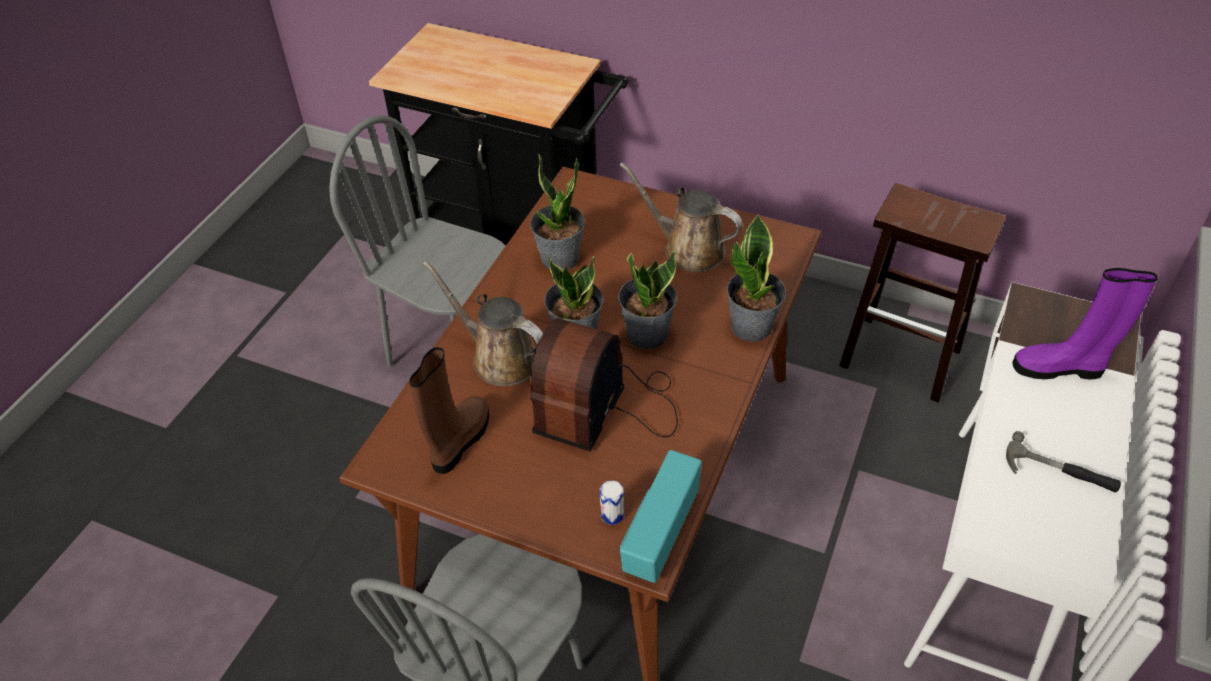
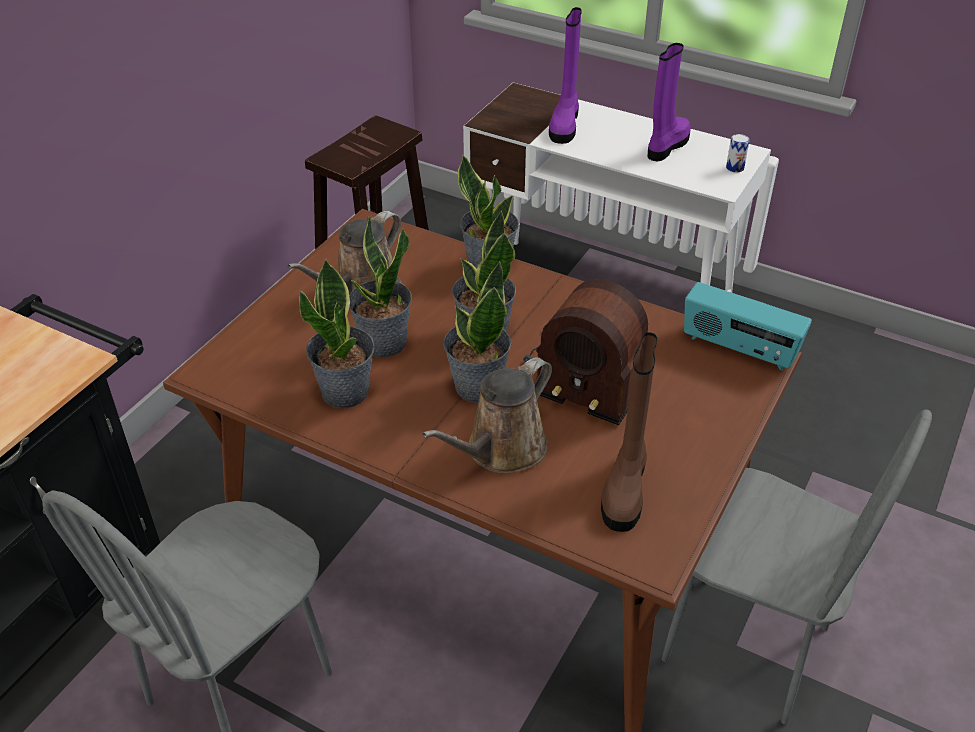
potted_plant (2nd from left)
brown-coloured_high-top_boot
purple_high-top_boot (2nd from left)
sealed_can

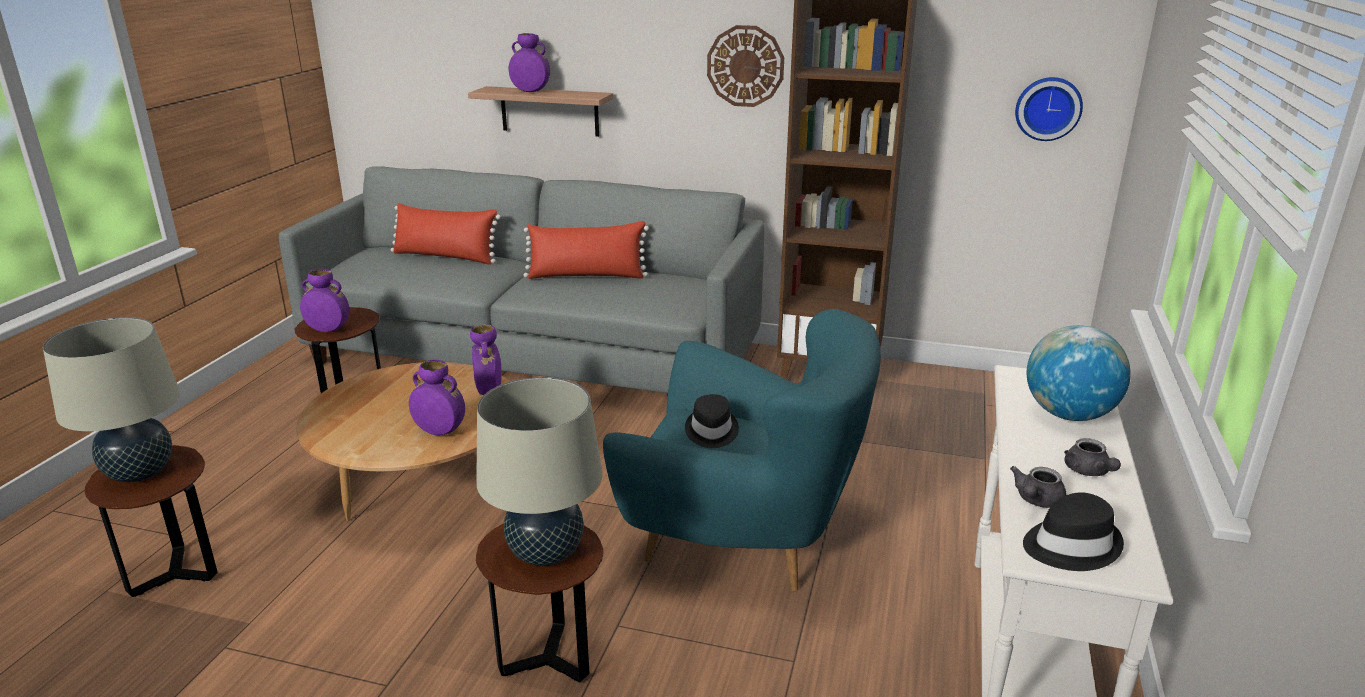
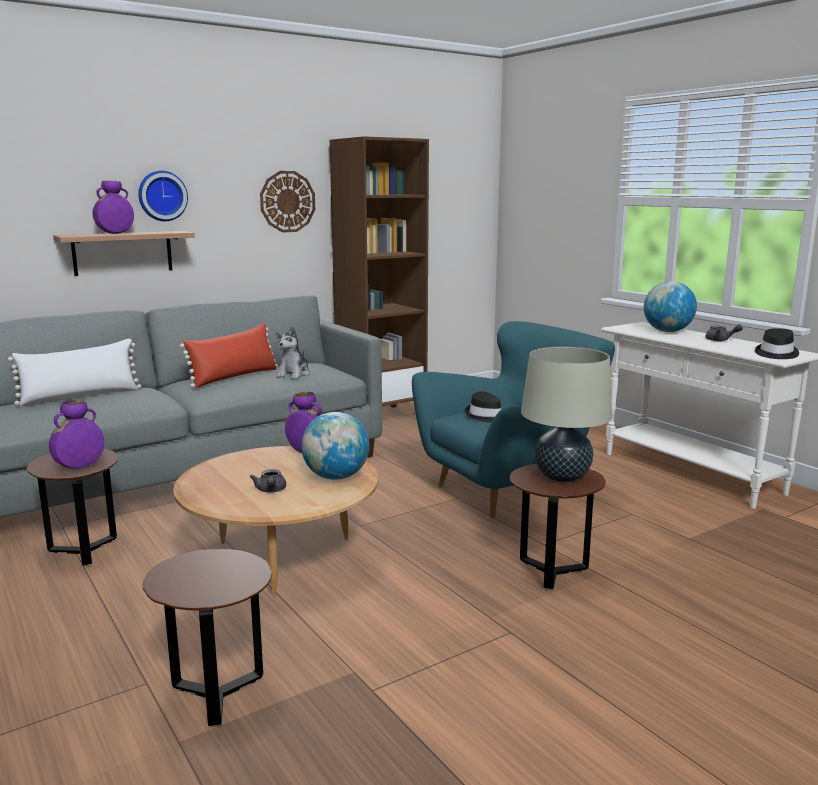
white_throw_pillow
hanging_clock (1st from left)
gray_tea_pot (1st from left)
soft_toy
globe (1st from left)
beige-coloured_tabletop_lamp (1st from left in the first image)

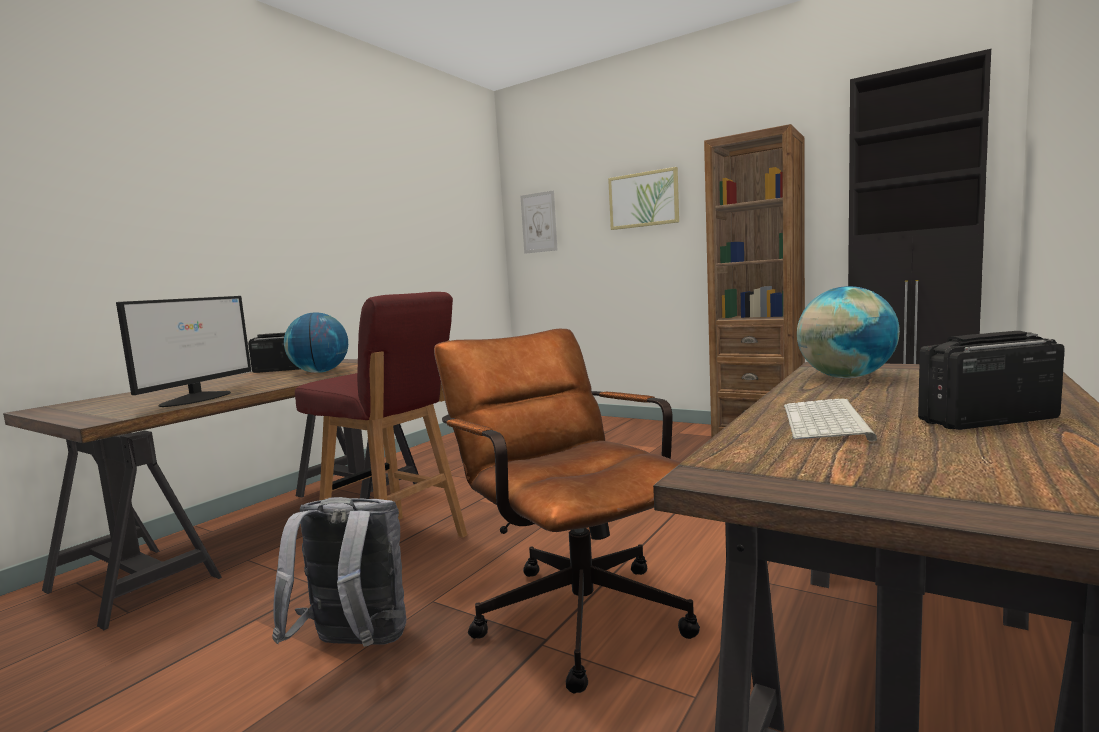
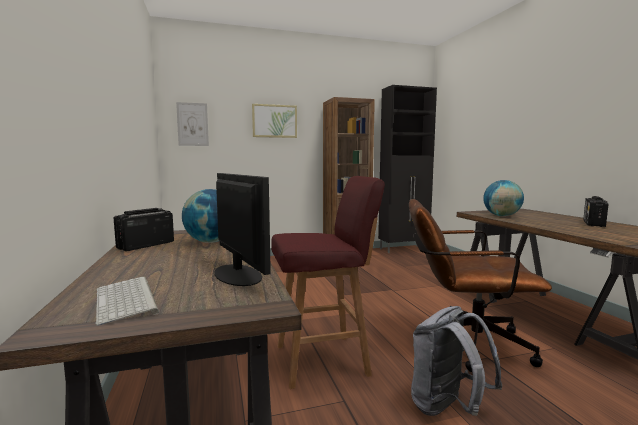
computer_keyboard

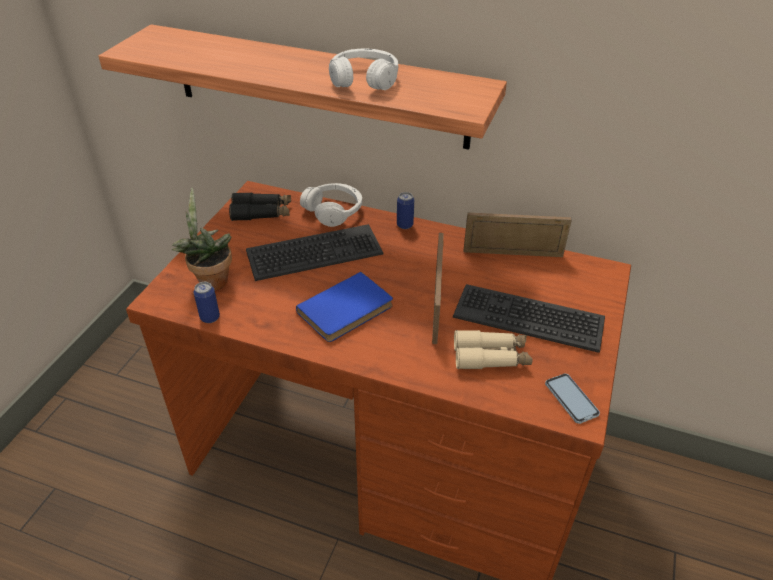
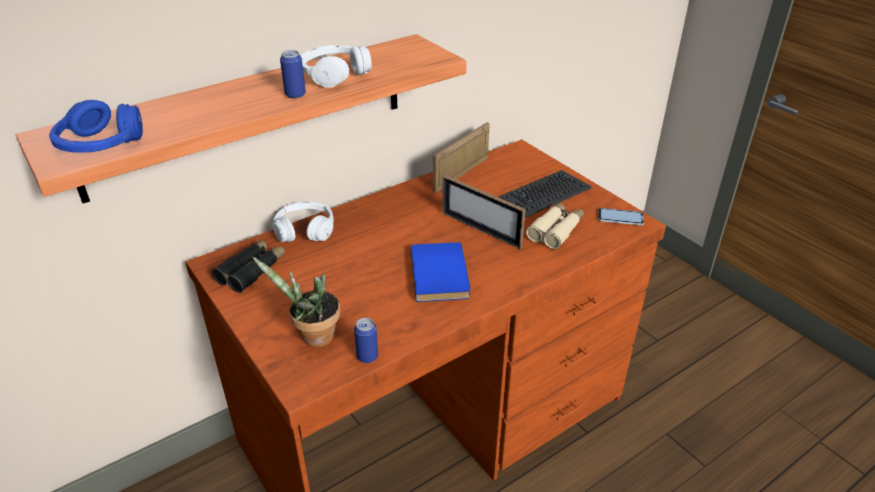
blue-coloured_headphones
sealed_can (1st from left)
computer_keyboard (1st from left in the first image)

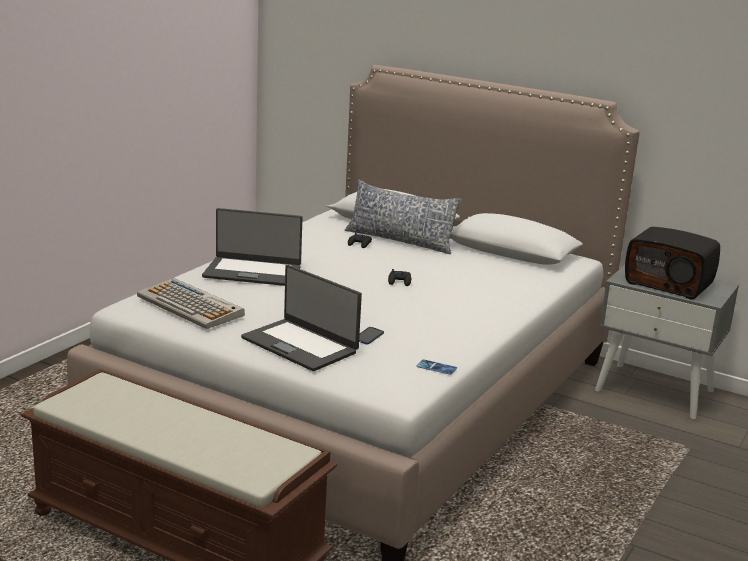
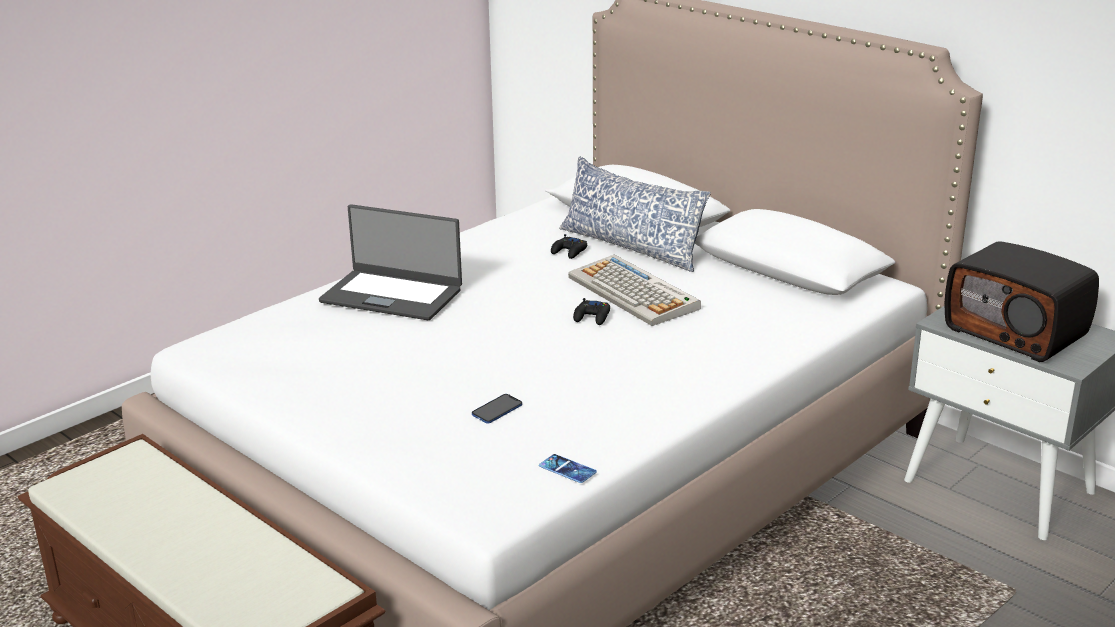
computer_keyboard
portable_computer (2nd from left in the first image)

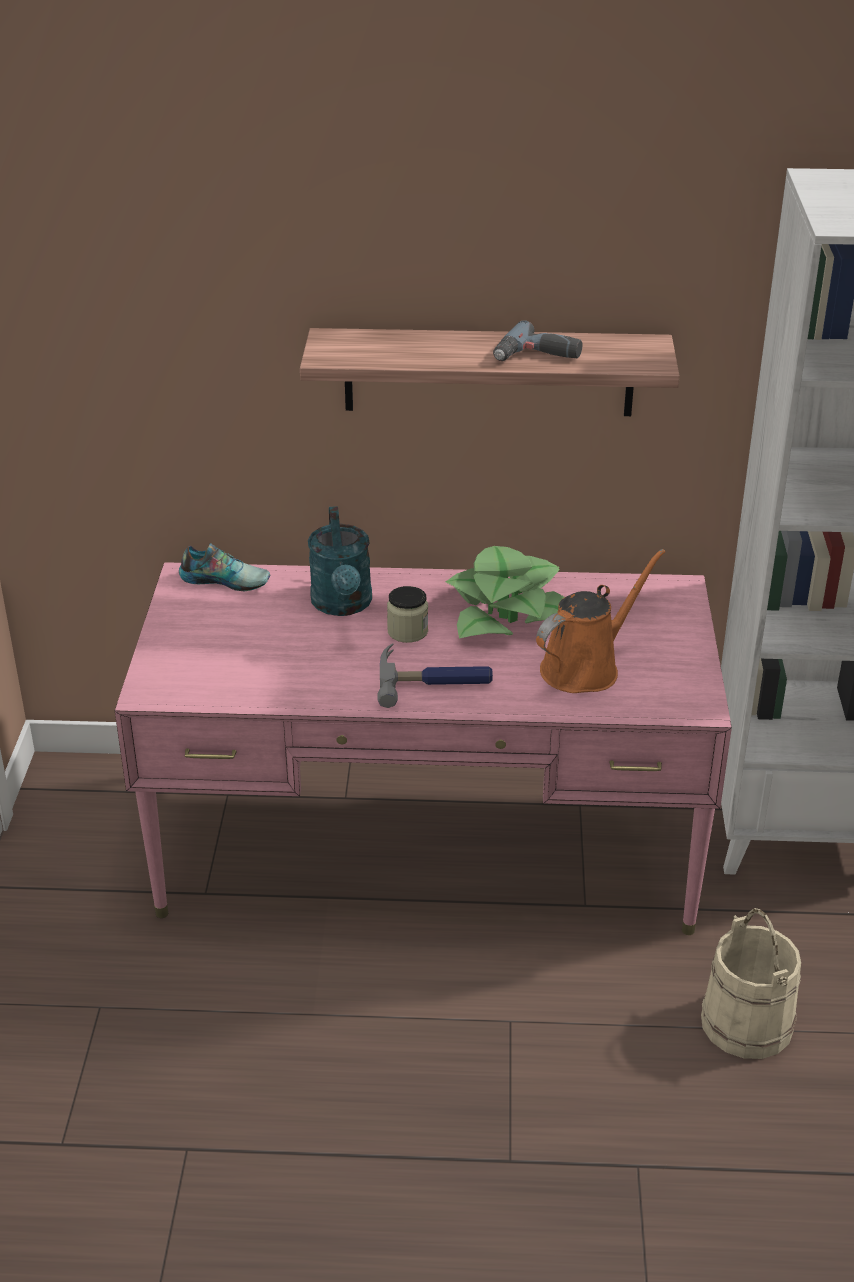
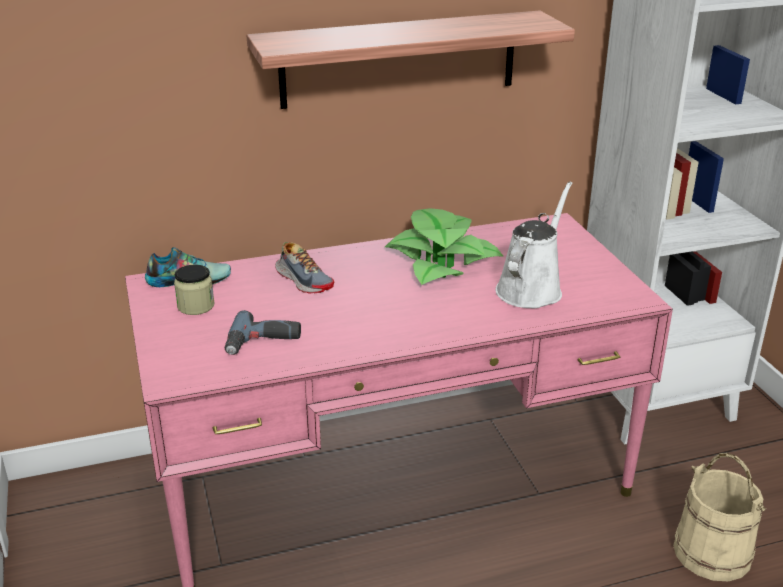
jar
drill
low_shoe (2nd from left)
white_watering_pot
tool_hammer

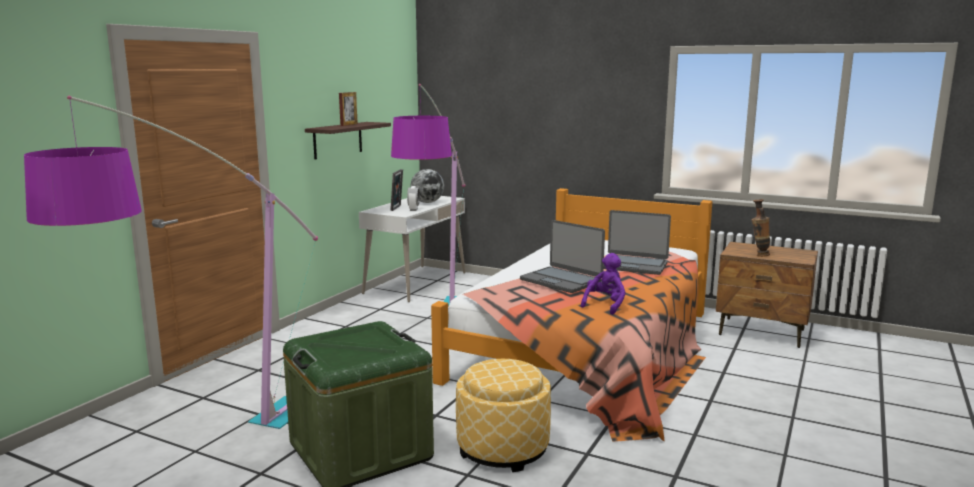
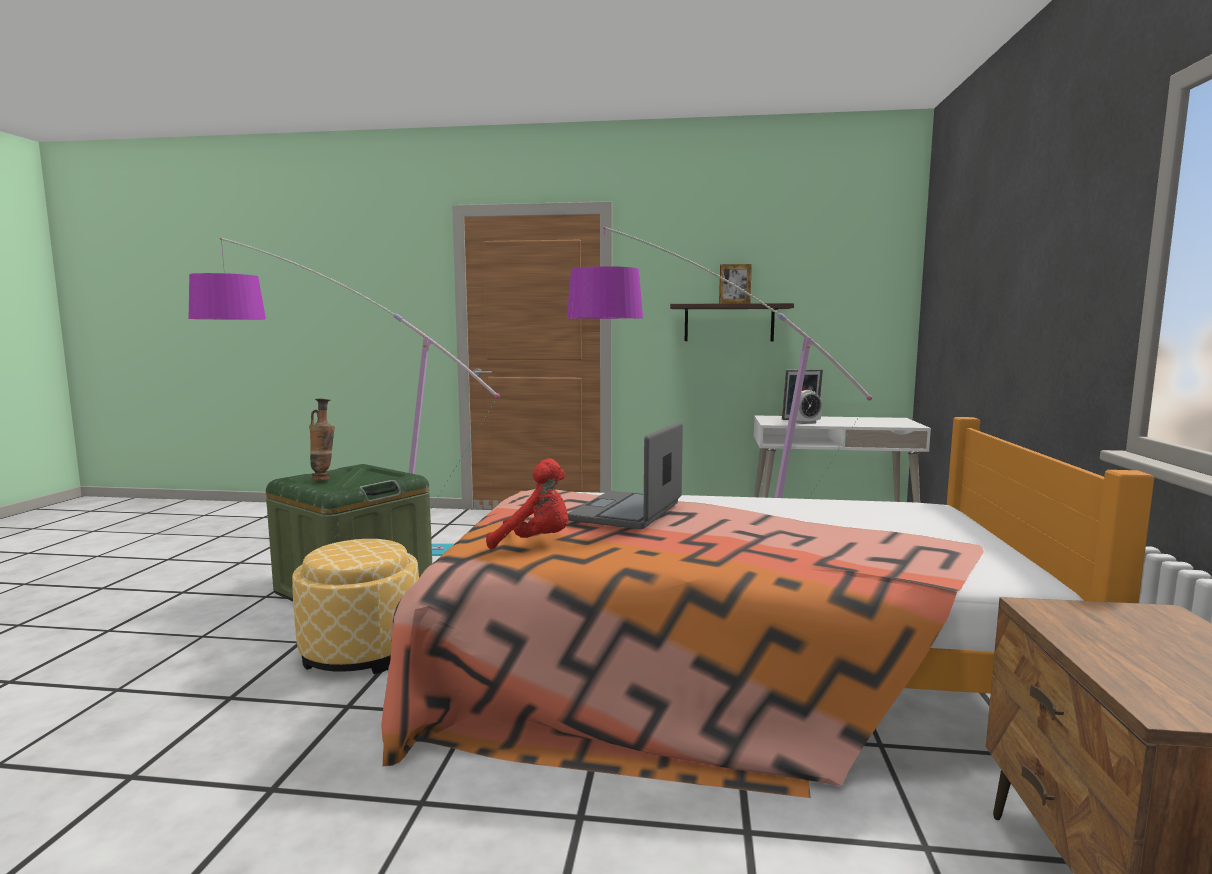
decorative_vase
reddish_soft_toy
globe
portable_computer (2nd from left in the first image)

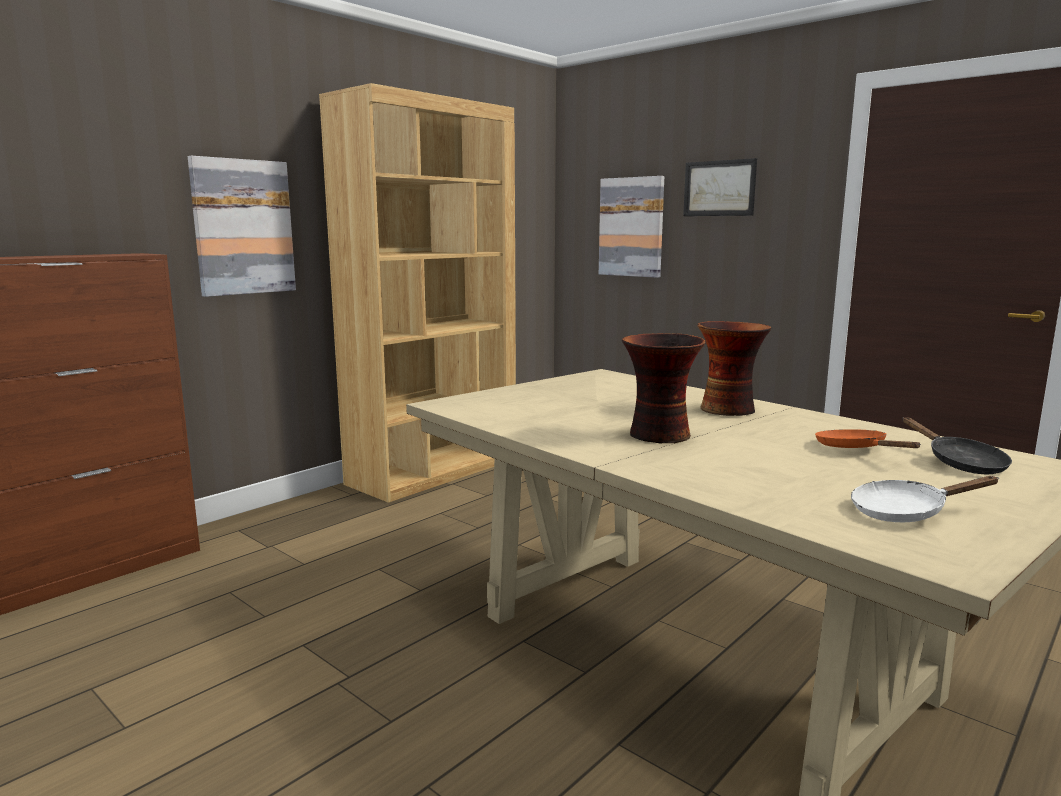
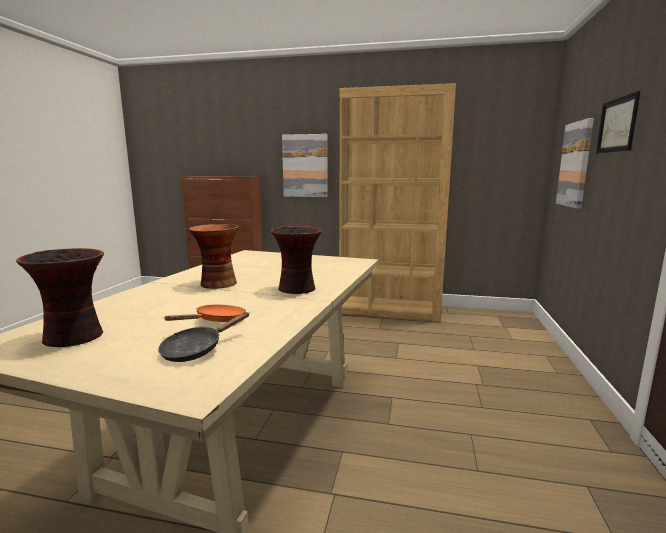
decorative_vase (1st from left)

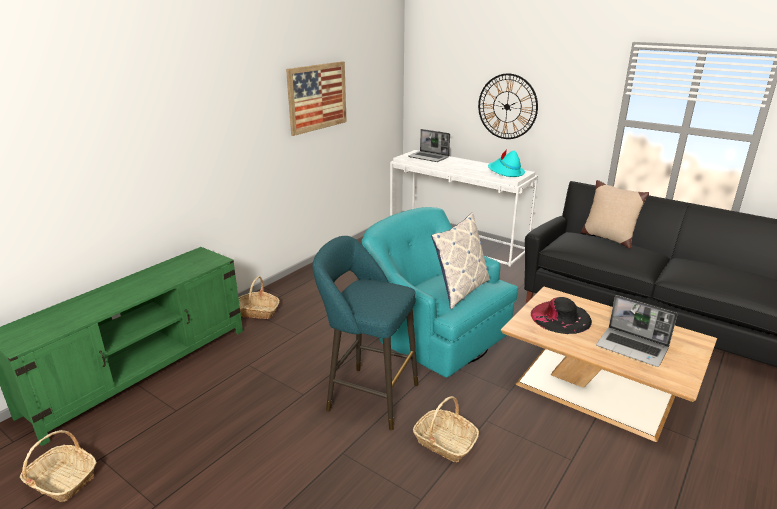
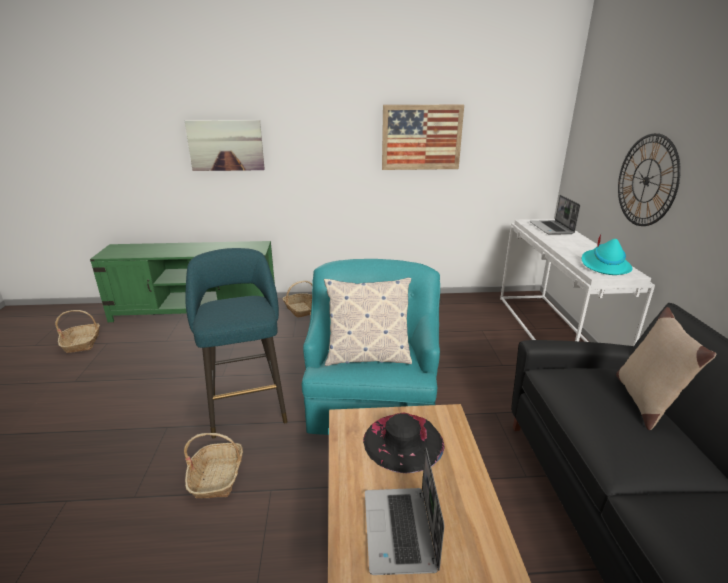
picture (1st from left)

